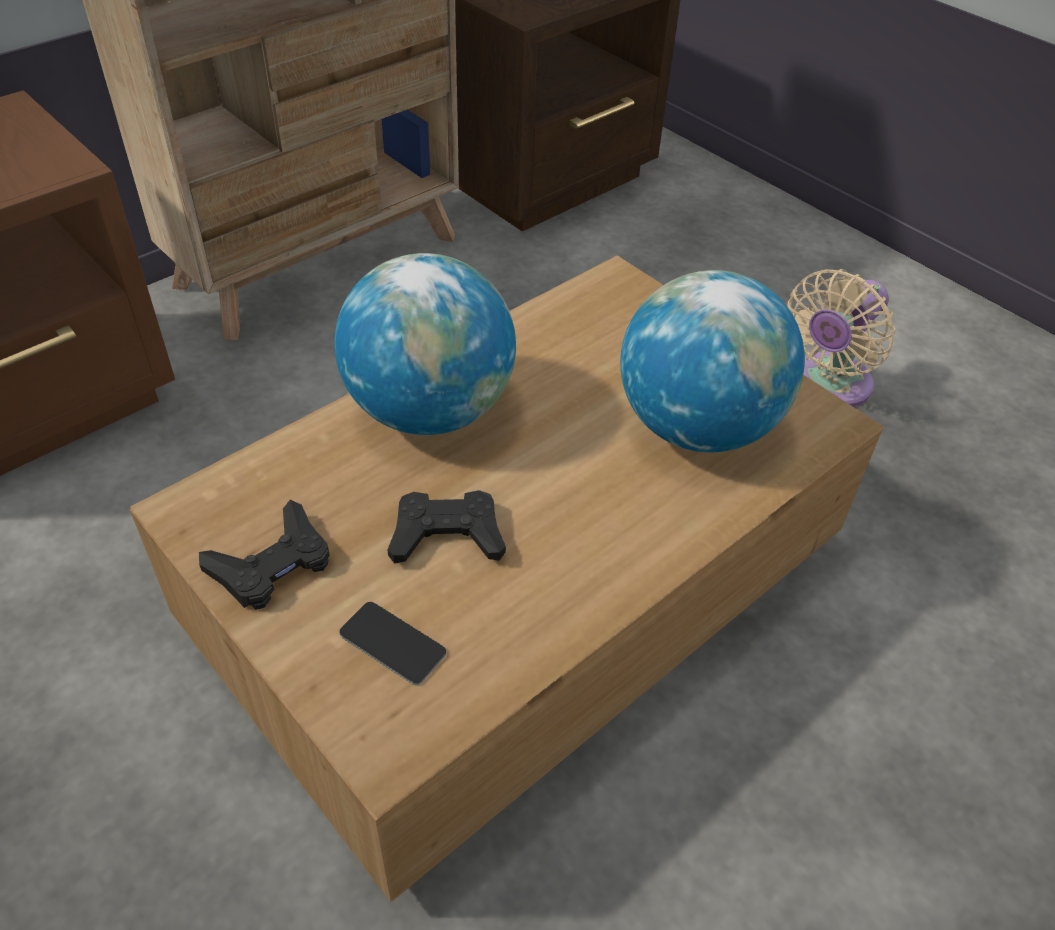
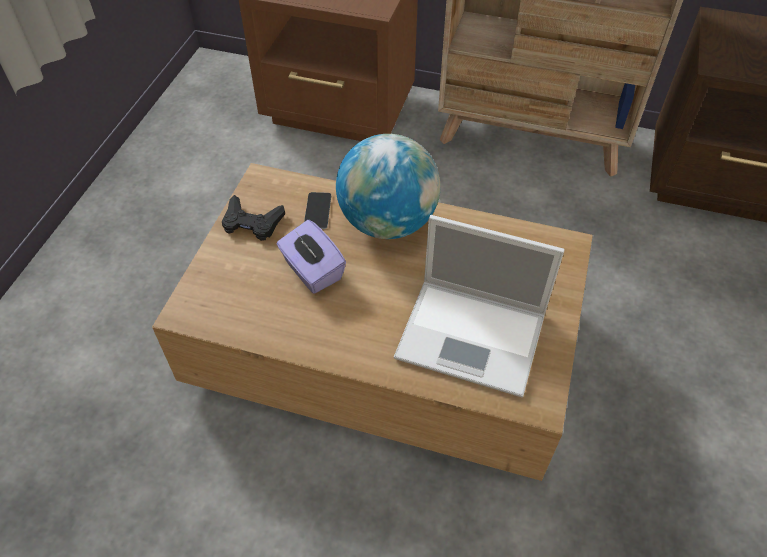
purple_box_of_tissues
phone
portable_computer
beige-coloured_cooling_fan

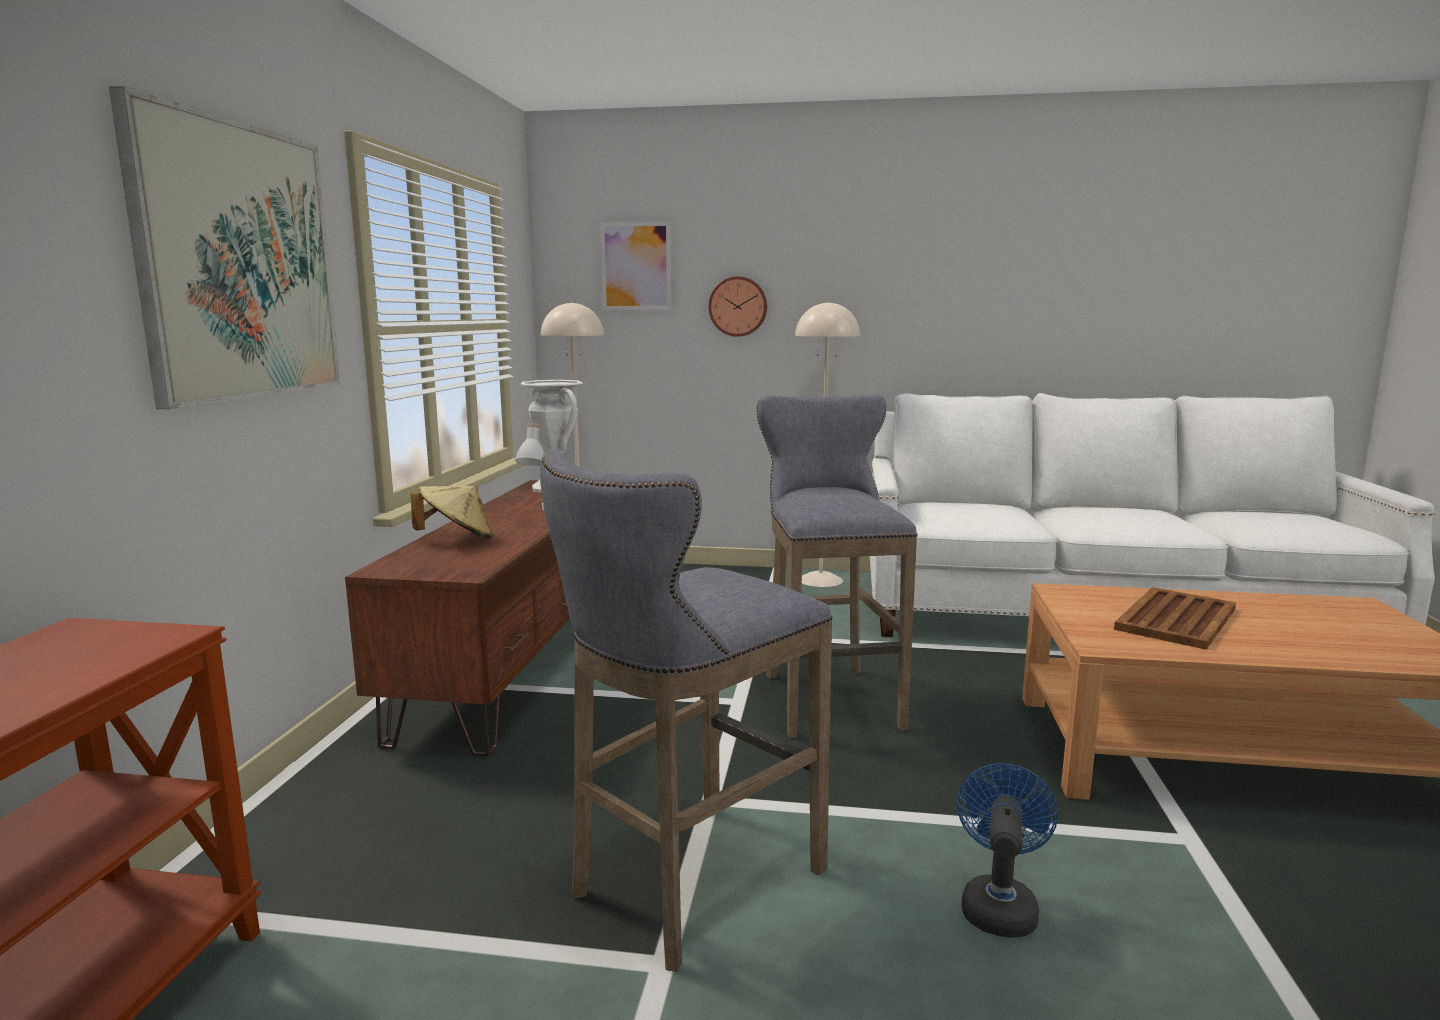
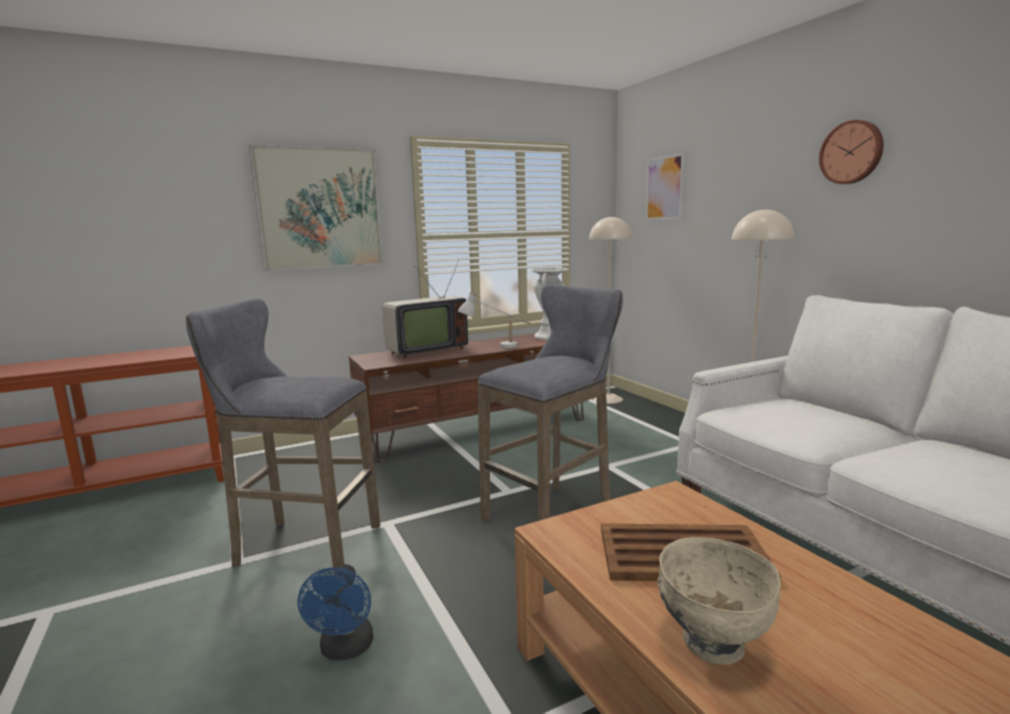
blue-coloured_cooling_fan
television
beige-coloured_bowl
hanging_clock

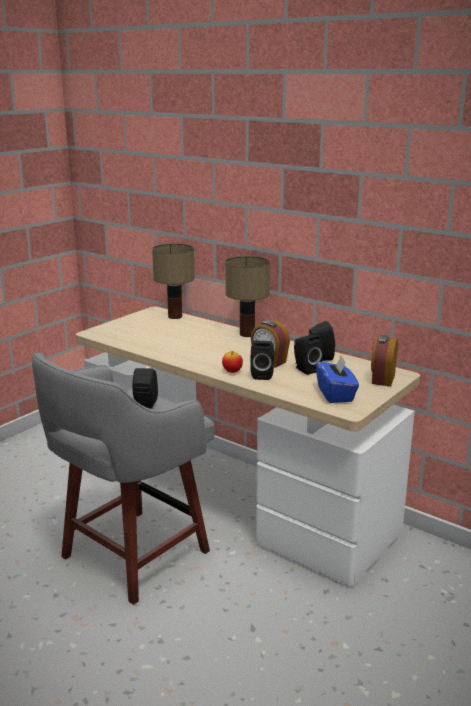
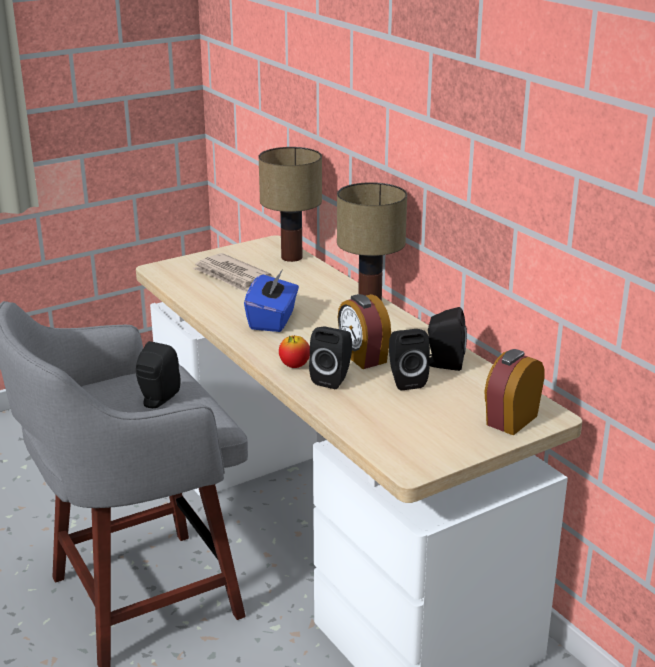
printed_paper
blue-coloured_box_of_tissues

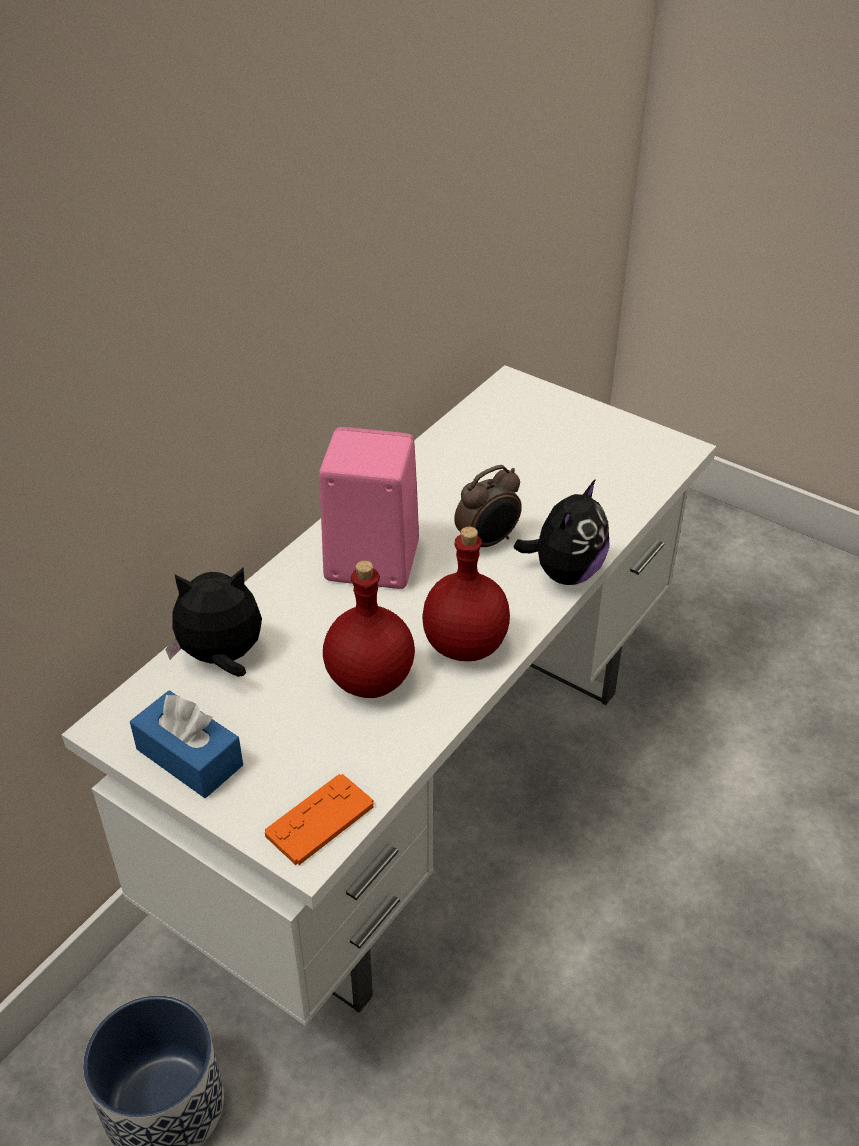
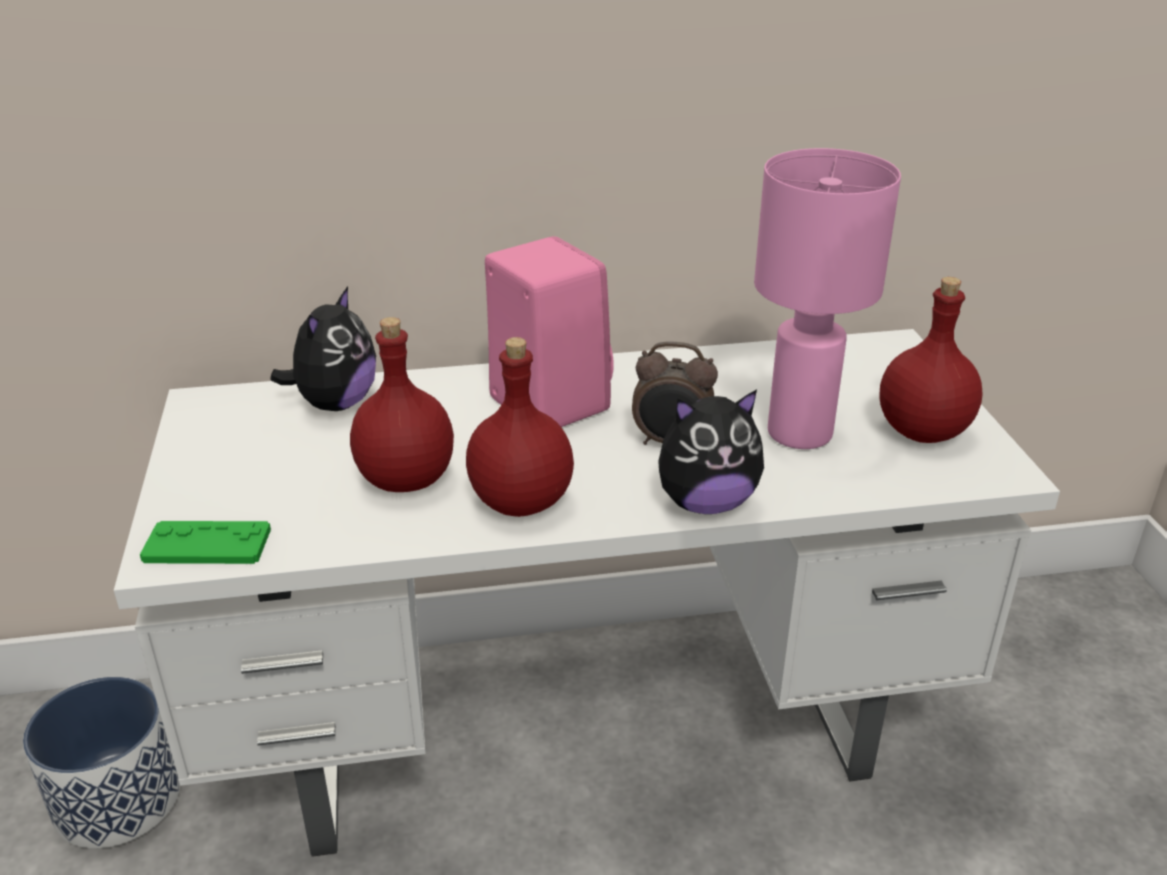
greenish_game_controller
soft_toy (1st from left)
pink_tabletop_lamp
reddish_bottle (3rd from left)
blue-coloured_box_of_tissues

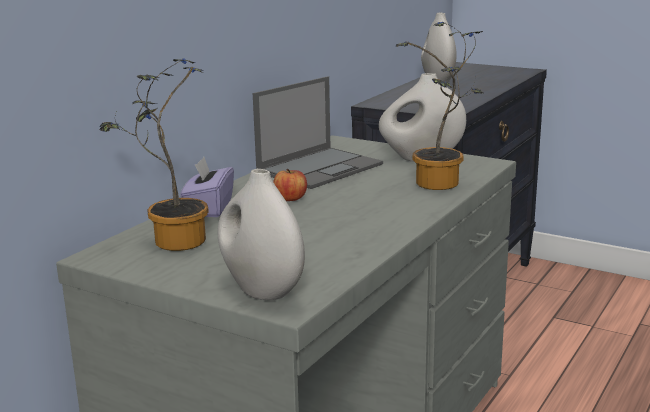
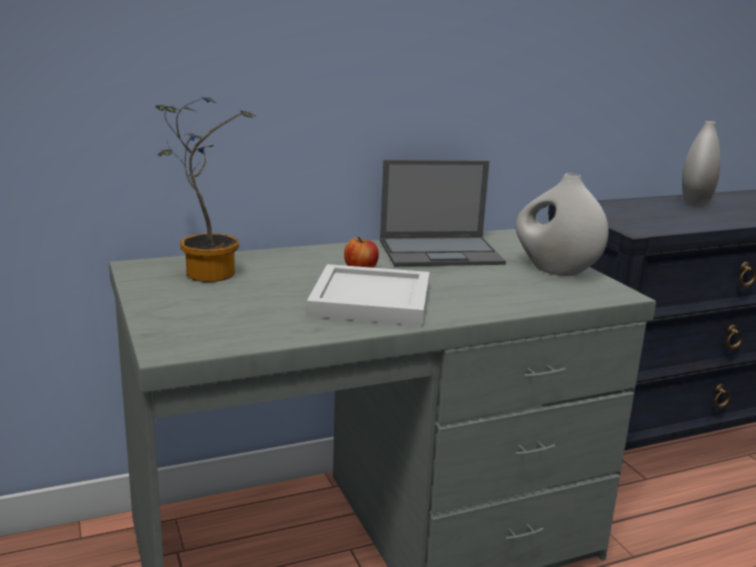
white_serving_tray
purple_box_of_tissues
white_decorative_vase (1st from left in the first image)
potted_plant (2nd from left in the first image)

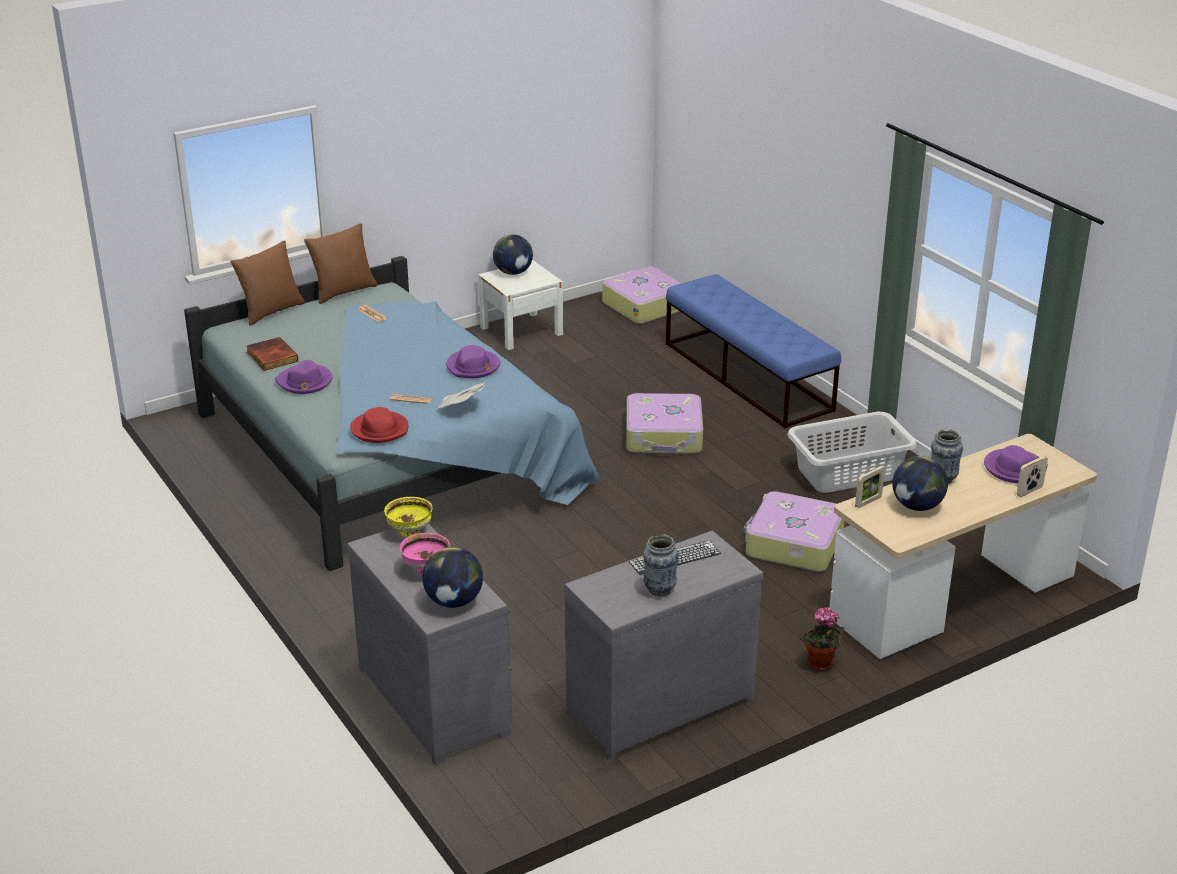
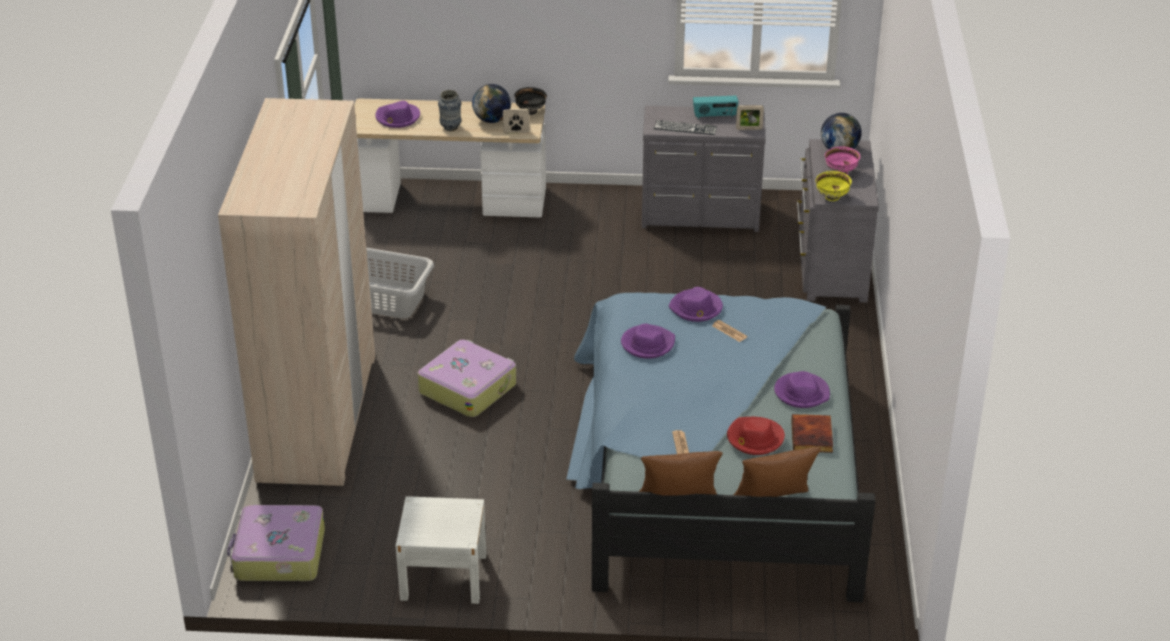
beige-coloured_clothes_cupboard
black-coloured_bowl
purple_wearable_hat (3rd from left)
radio
reddish_wearable_hat
photo_frame (2nd from left)
globe (2nd from left in the first image)
travel_case (3rd from left in the first image)
potted_plant

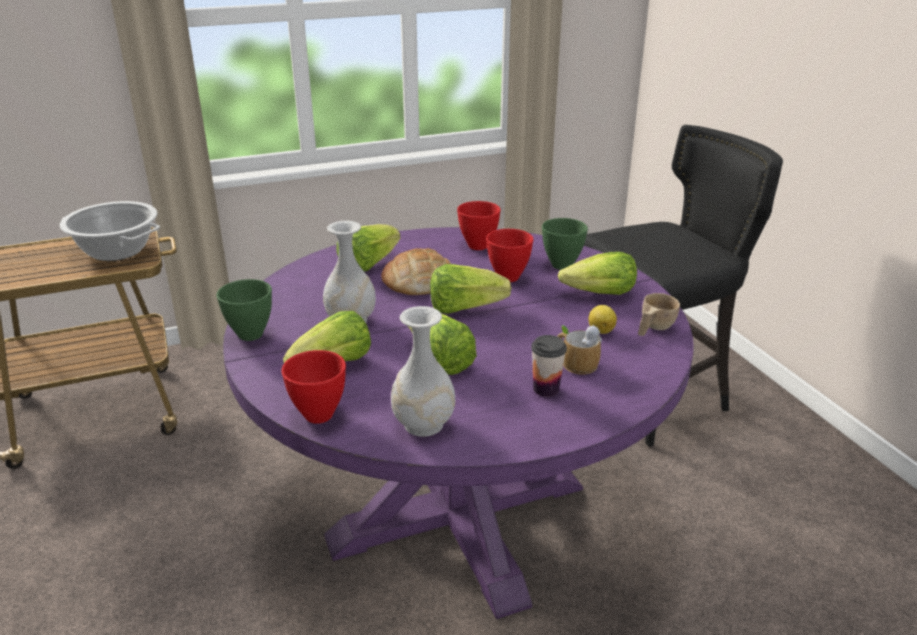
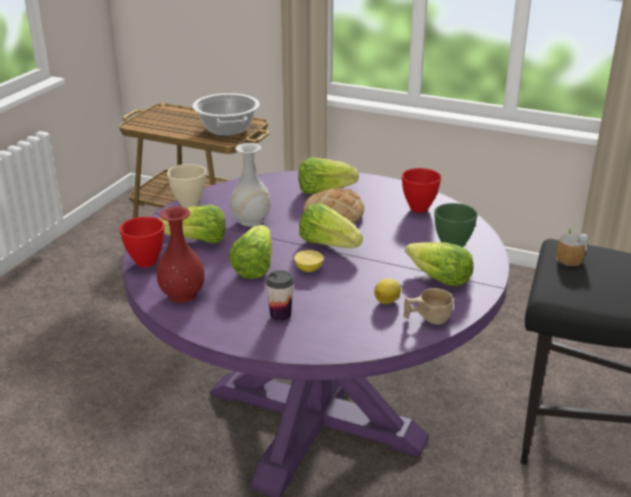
reddish_decorative_vase
beige-coloured_bowl
lemon (1st from left)
mug
reddish_bowl (3rd from left in the first image)

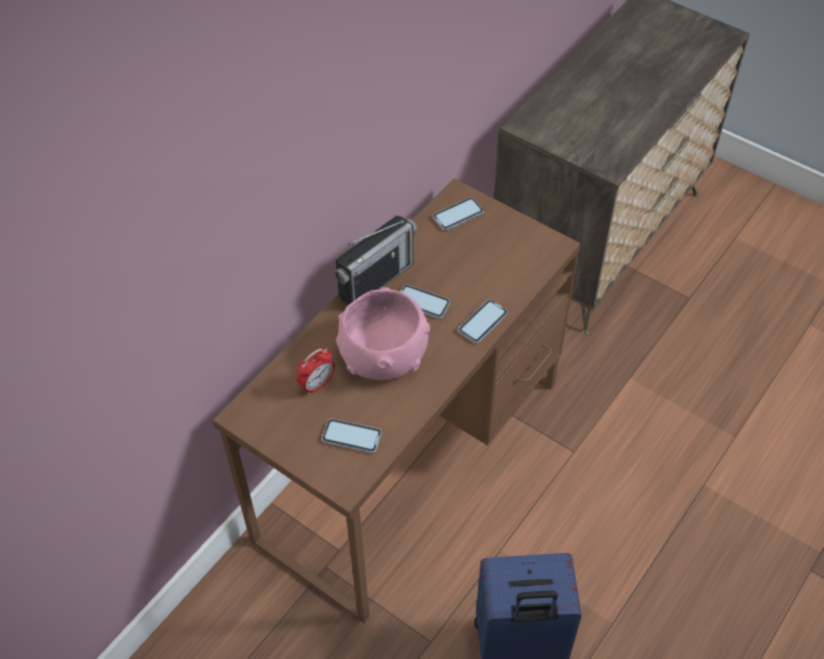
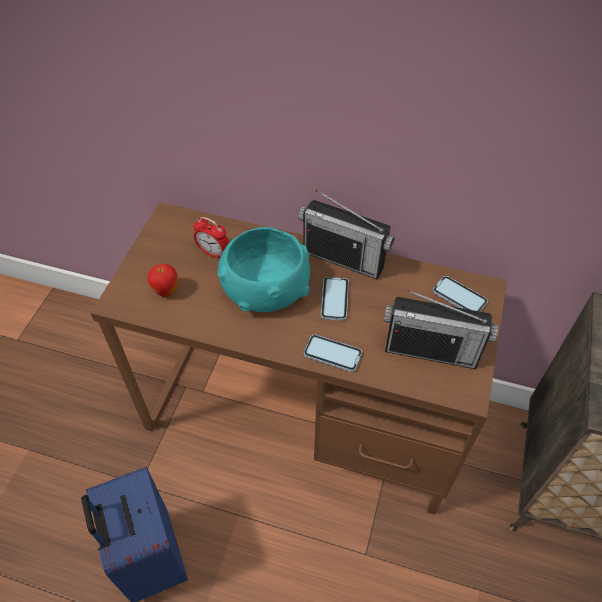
apple
turquoise_bowl
radio (2nd from left)

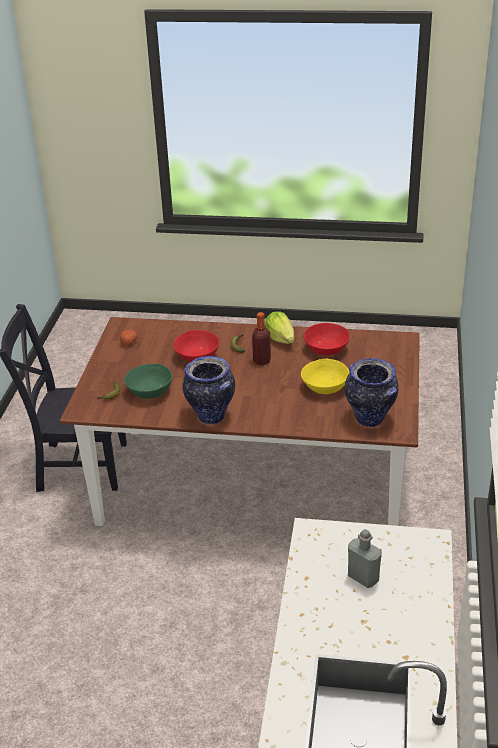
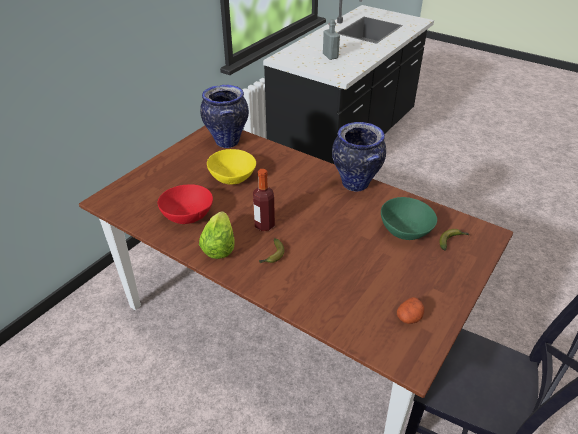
reddish_bowl (1st from left in the first image)

